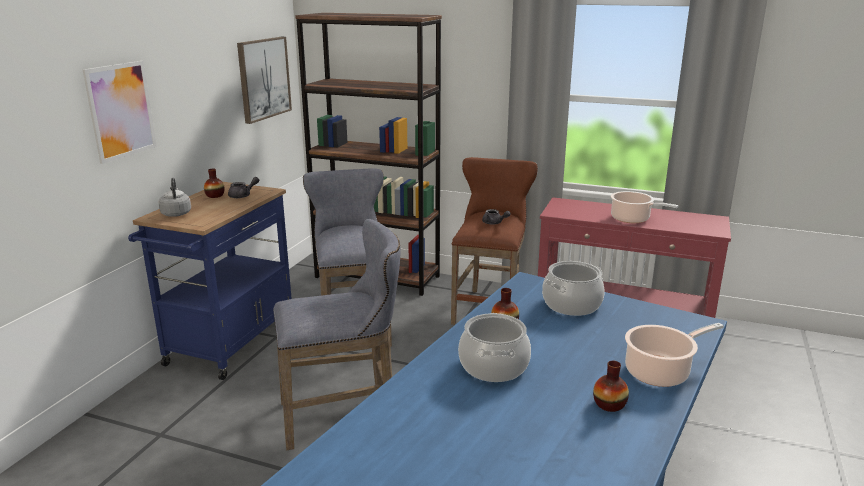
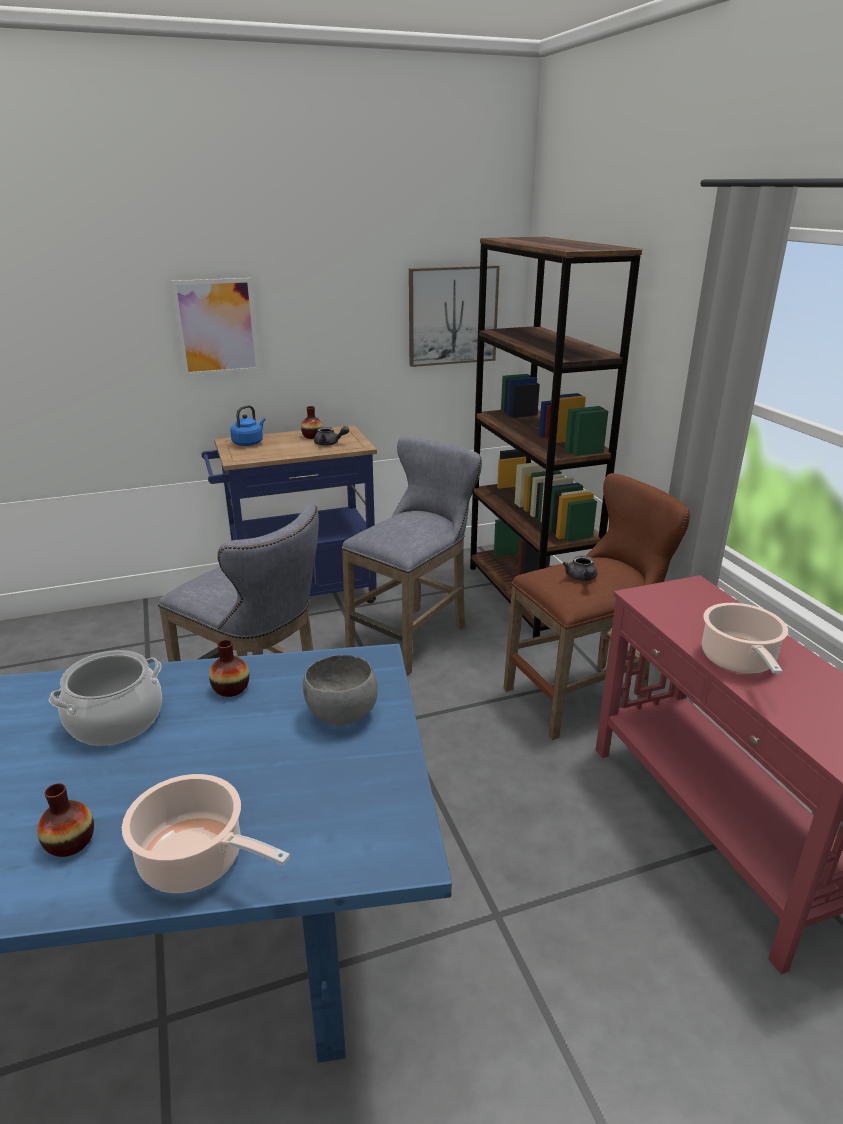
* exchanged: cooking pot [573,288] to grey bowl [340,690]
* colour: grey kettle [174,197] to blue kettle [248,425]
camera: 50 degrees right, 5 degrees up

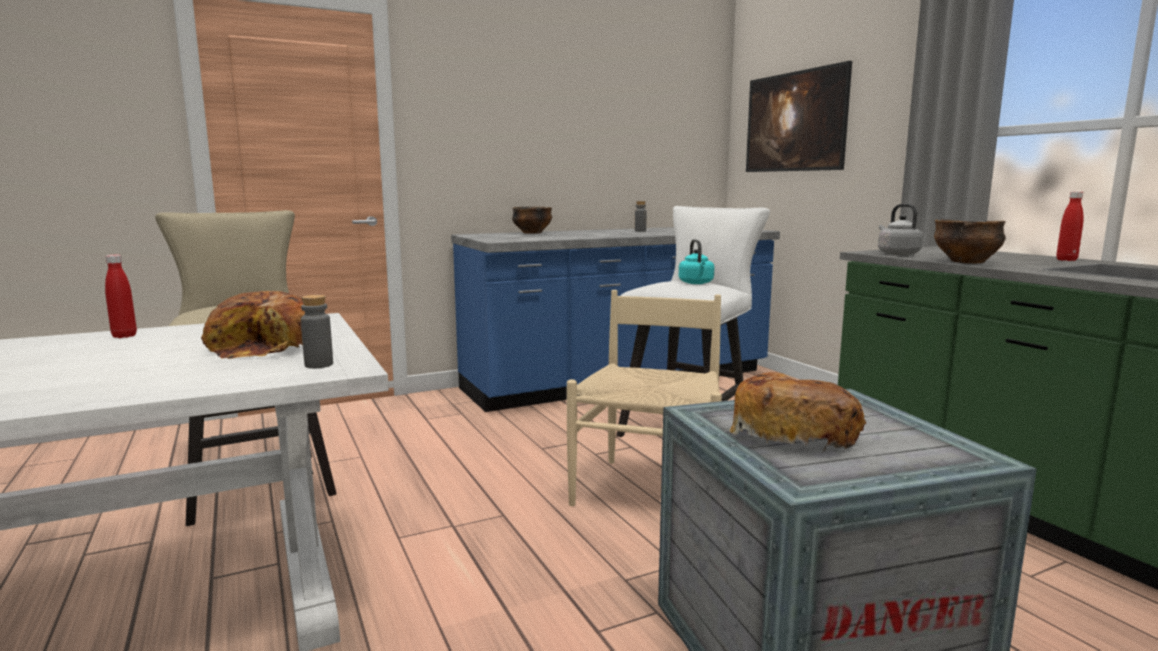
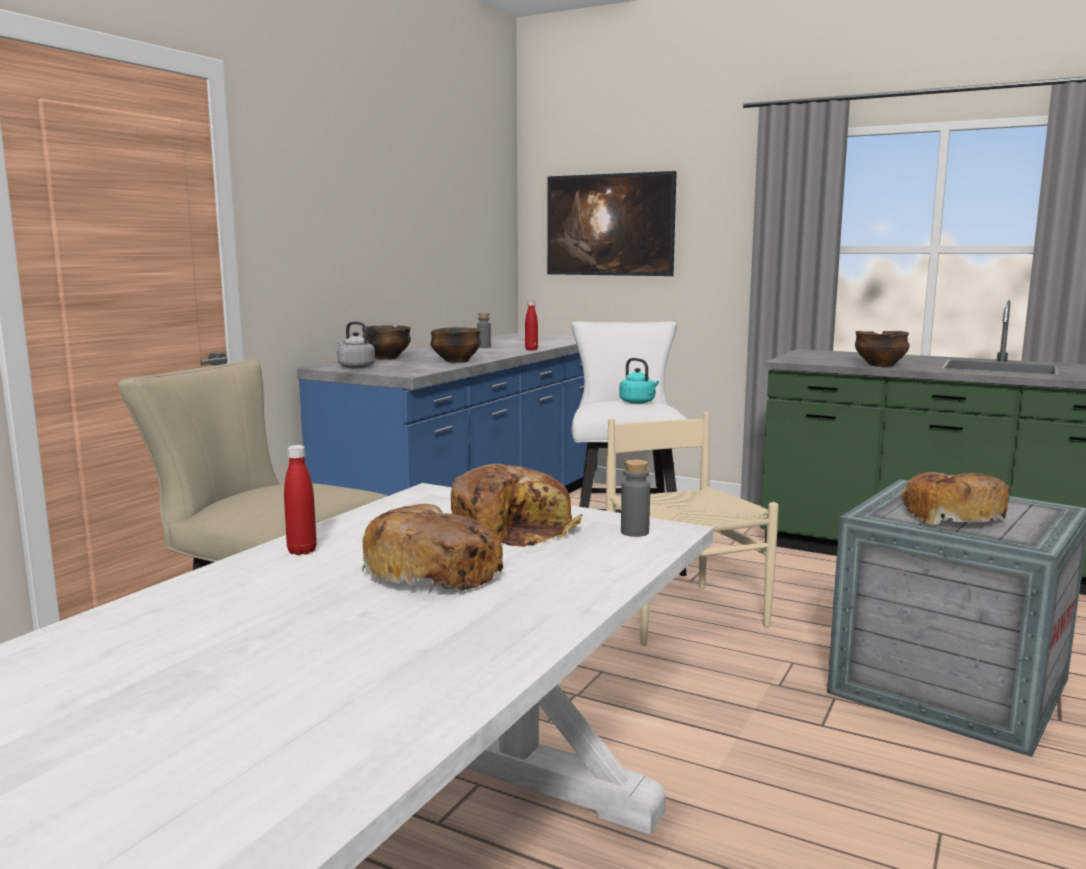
* appeared: bread [432,548]
* appeared: bowl [455,345]
* relocated: grey kettle [900,229] to [356,344]
* relocated: red bottle [1069,226] to [531,326]
camera: 35 degrees left, 0 degrees up

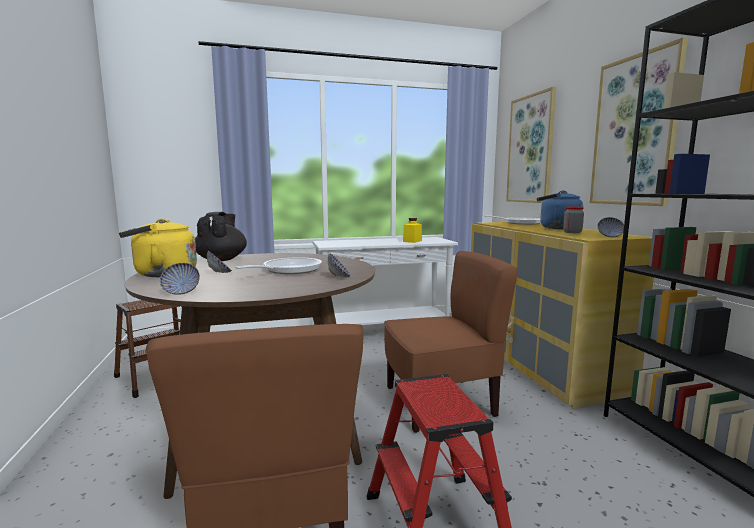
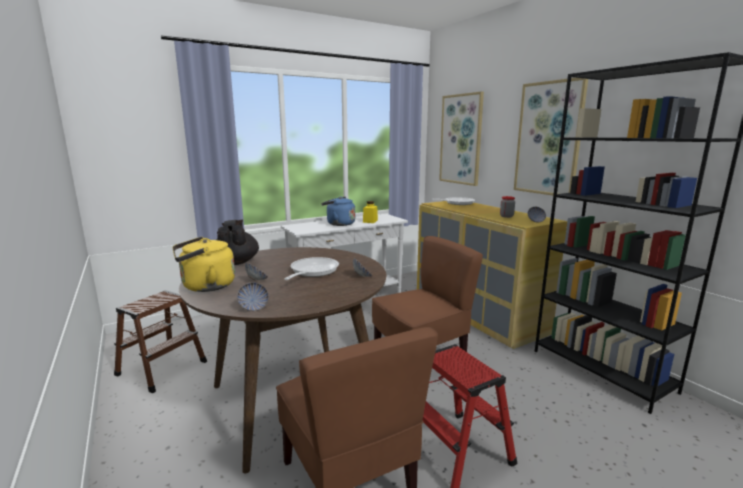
* relocated: blue kettle [560,209] to [338,211]
camera: 15 degrees left, 5 degrees up

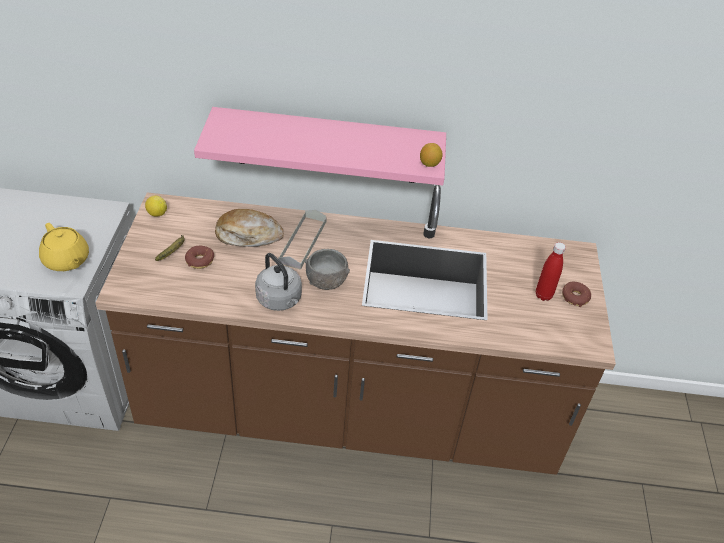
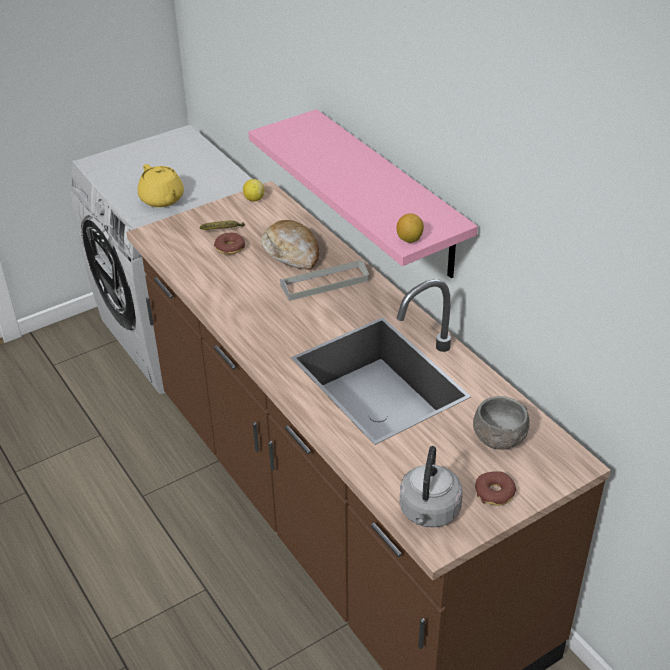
* missing: red bottle [551,271]
* relocated: grey kettle [278,282] to [431,486]
* relocated: grey bowl [327,269] to [501,423]
* spun: yellow teapot [64,247] = [161,185] 45 degrees counterclockwise
camera: 55 degrees right, 5 degrees down

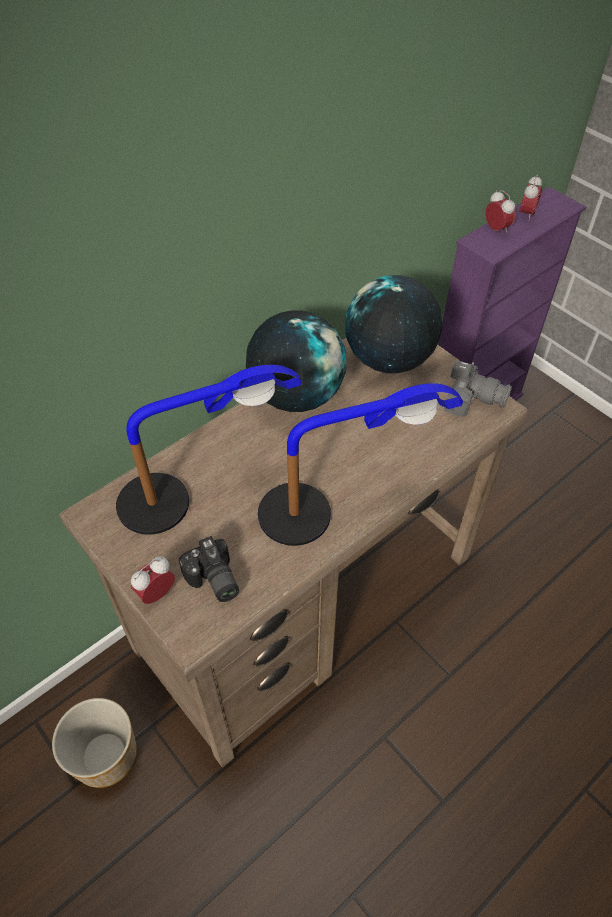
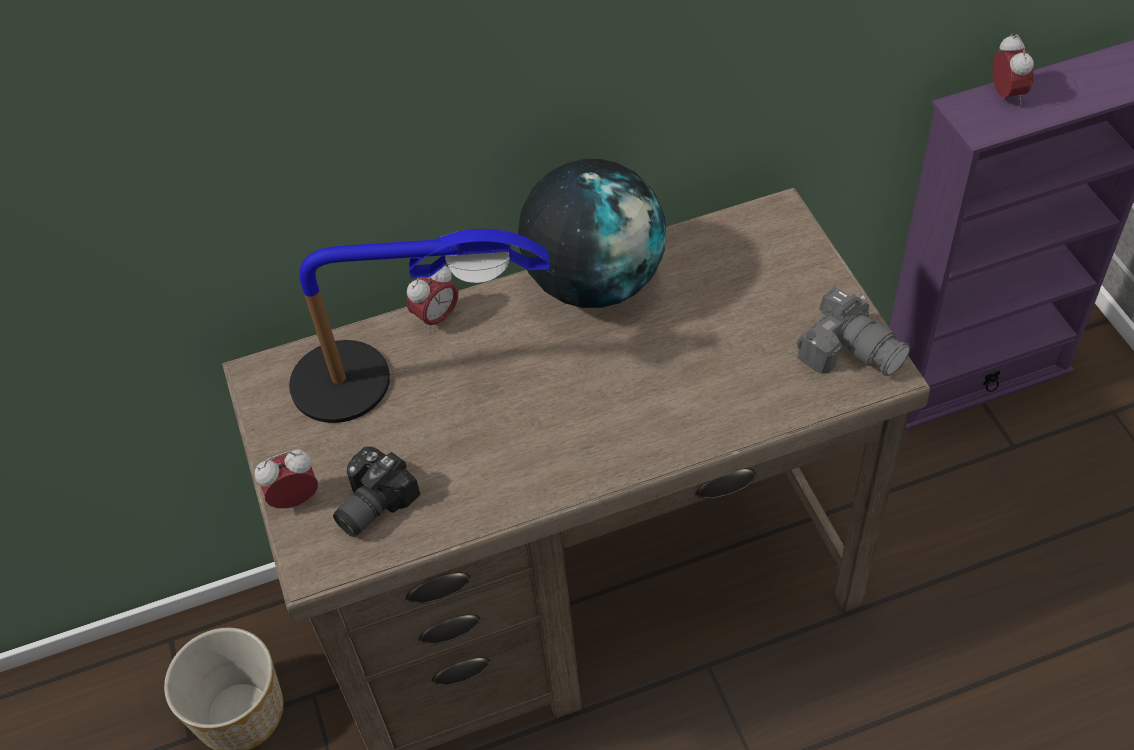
* missing: table lamp [360,464]
* missing: globe [393,324]
* relocated: alarm clock [531,197] to [432,299]
* spun: photo camera [209,569] = [376,492] 45 degrees clockwise
camera: 25 degrees right, 0 degrees up

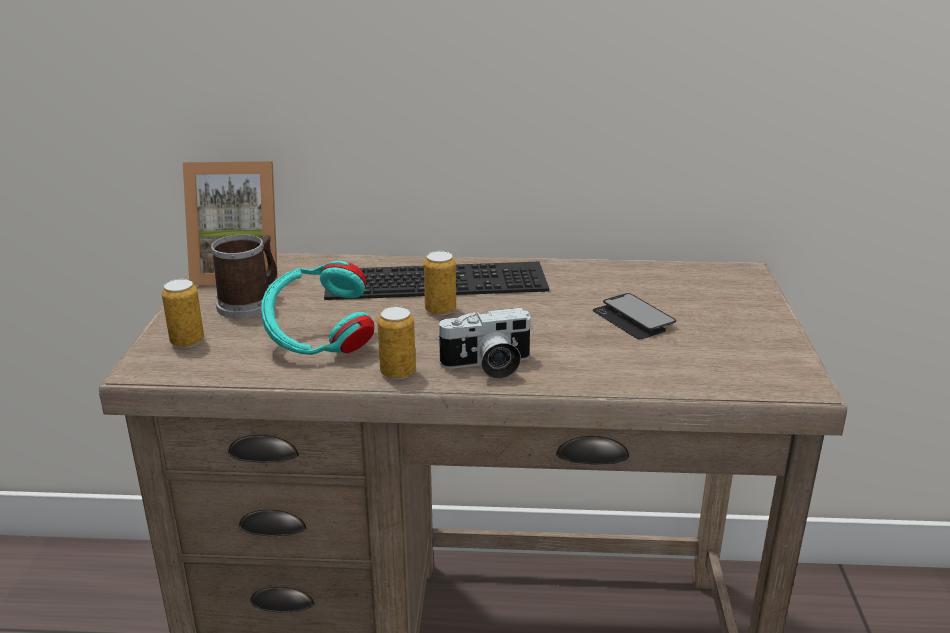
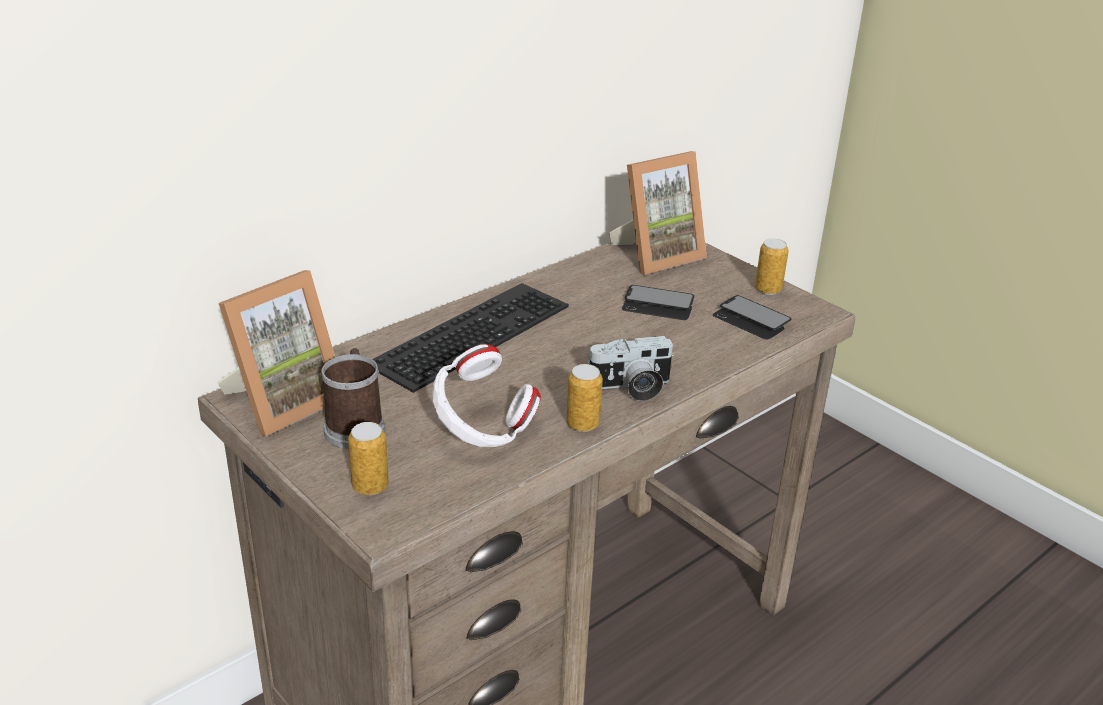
* appeared: picture frame [658,213]
* appeared: phone [752,317]
* relocated: can [440,283] to [772,266]
* colour: turquoise headphones [317,308] to white headphones [486,395]
* spun: photo camera [484,343] = [630,368] 45 degrees clockwise
camera: 45 degrees left, 5 degrees up

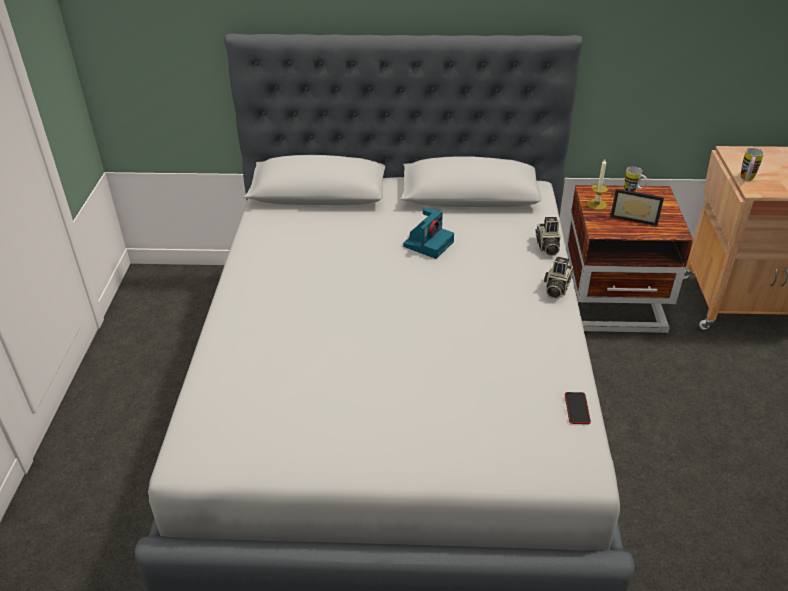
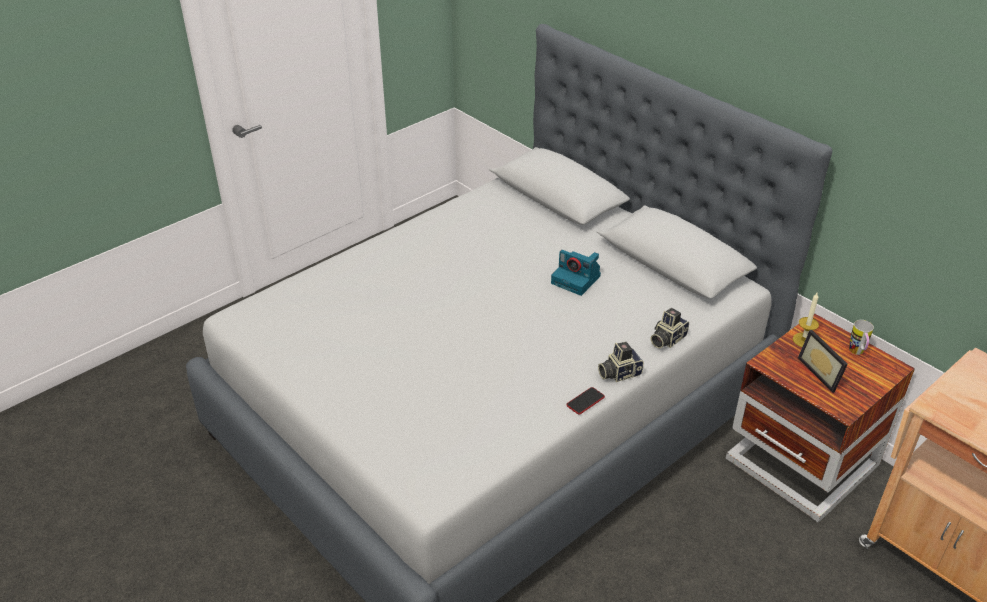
* missing: mug [752,164]
* relocated: phone [578,408] to [585,401]
* spun: photo camera [428,233] = [576,273] 45 degrees clockwise
camera: 45 degrees right, 0 degrees up

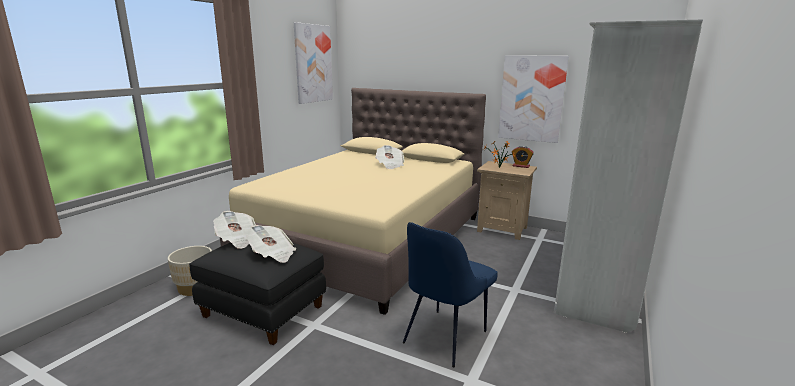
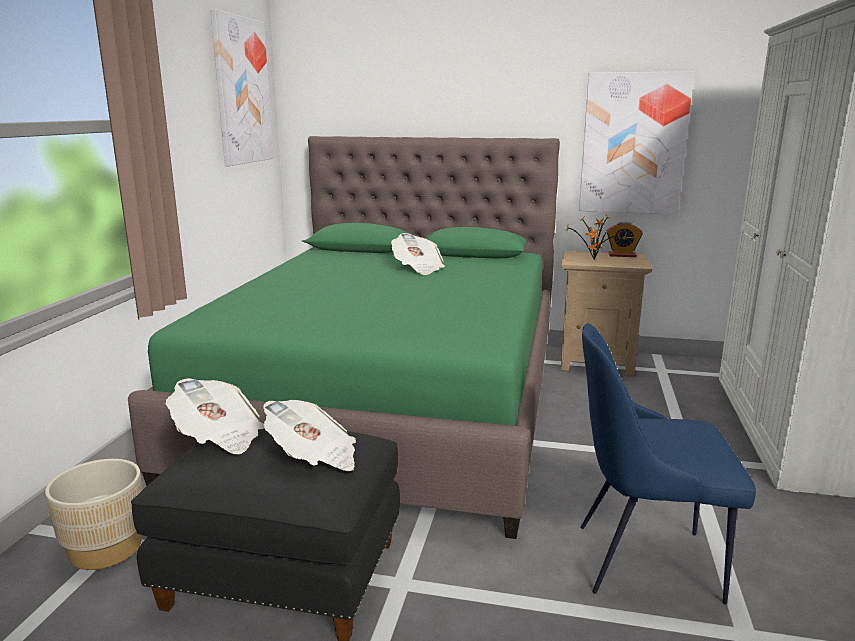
* colour: beige bed [353,201] to green bed [344,337]
* spun: blue chair [450,294] = [668,464] 75 degrees clockwise
camera: 15 degrees left, 0 degrees up

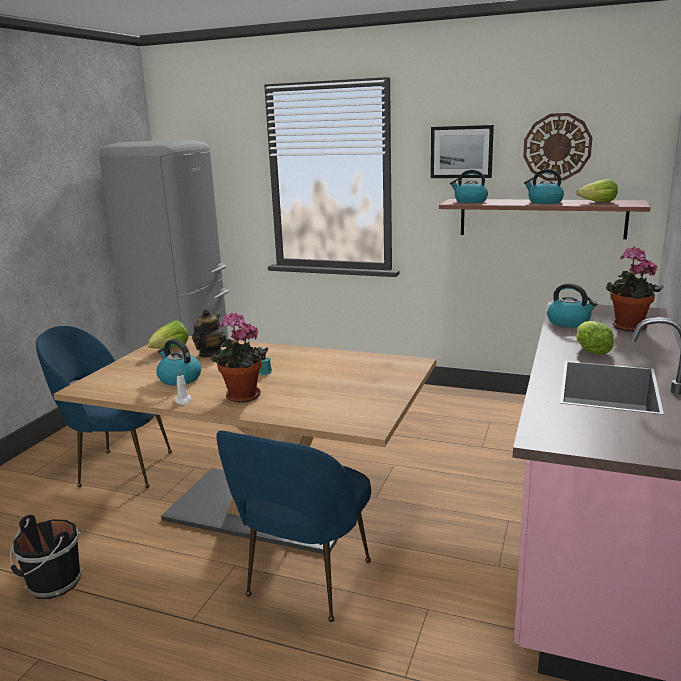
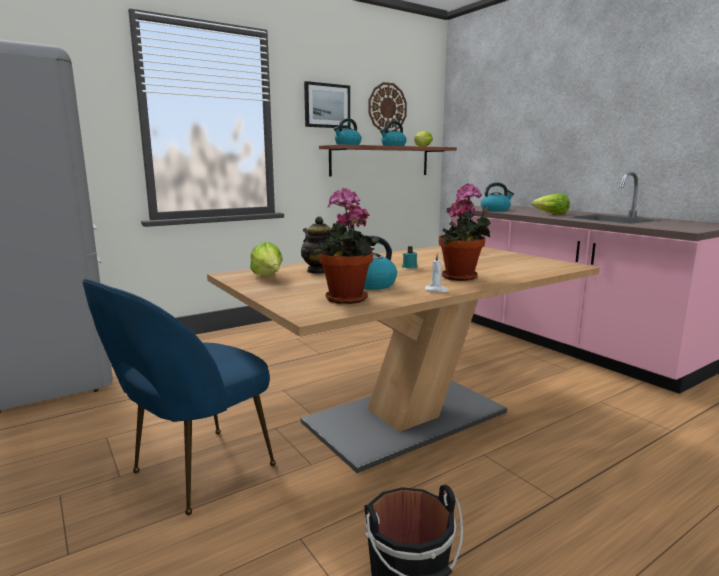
* missing: blue chair [293,526]
* relocated: potted plant [635,289] to [344,245]
camera: 55 degrees left, 5 degrees down

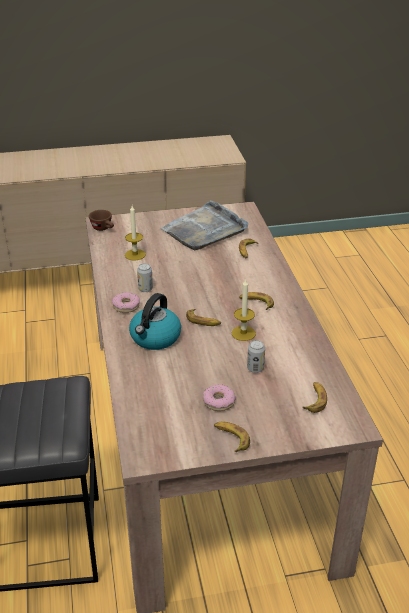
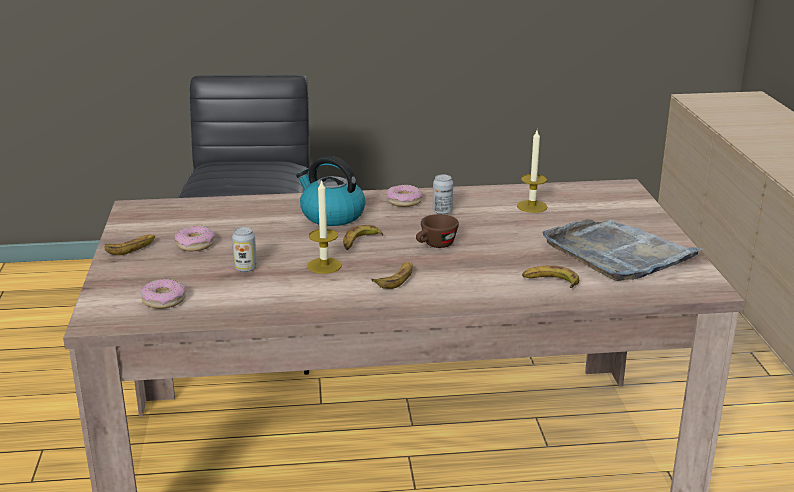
* relocated: brown cup [101,220] to [437,231]
* exchanged: banana [314,397] to donut [163,294]
camera: 95 degrees right, 10 degrees down

